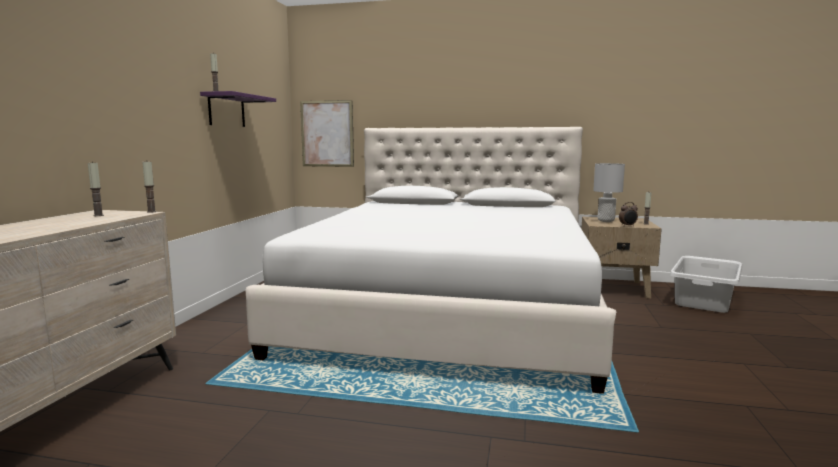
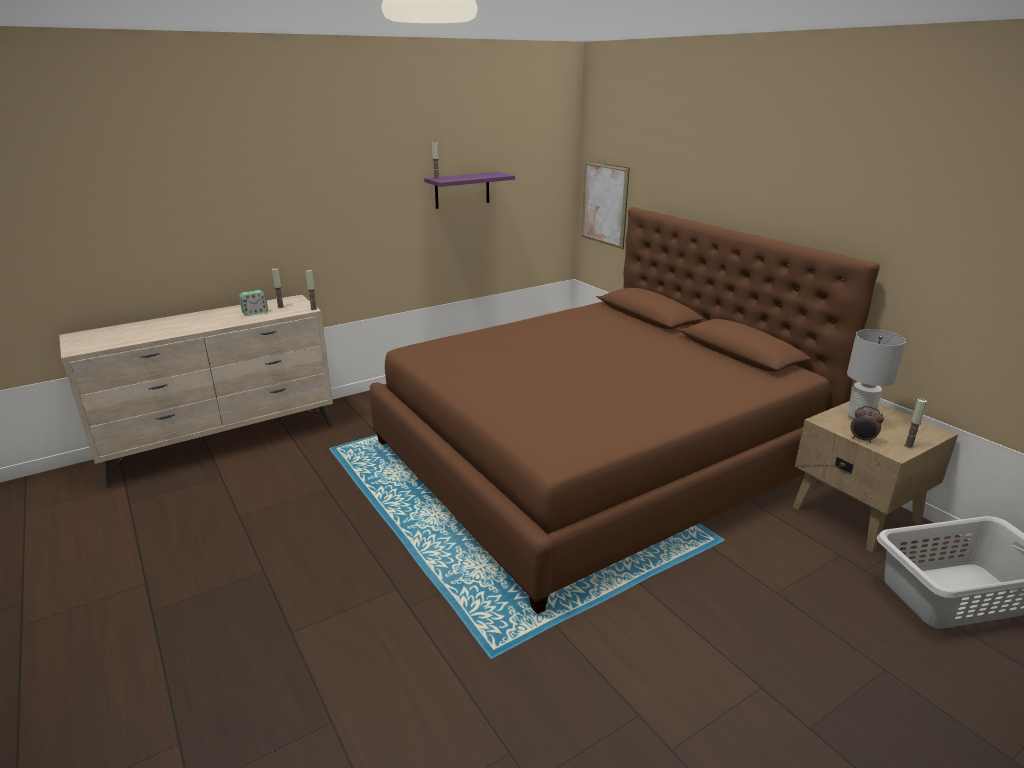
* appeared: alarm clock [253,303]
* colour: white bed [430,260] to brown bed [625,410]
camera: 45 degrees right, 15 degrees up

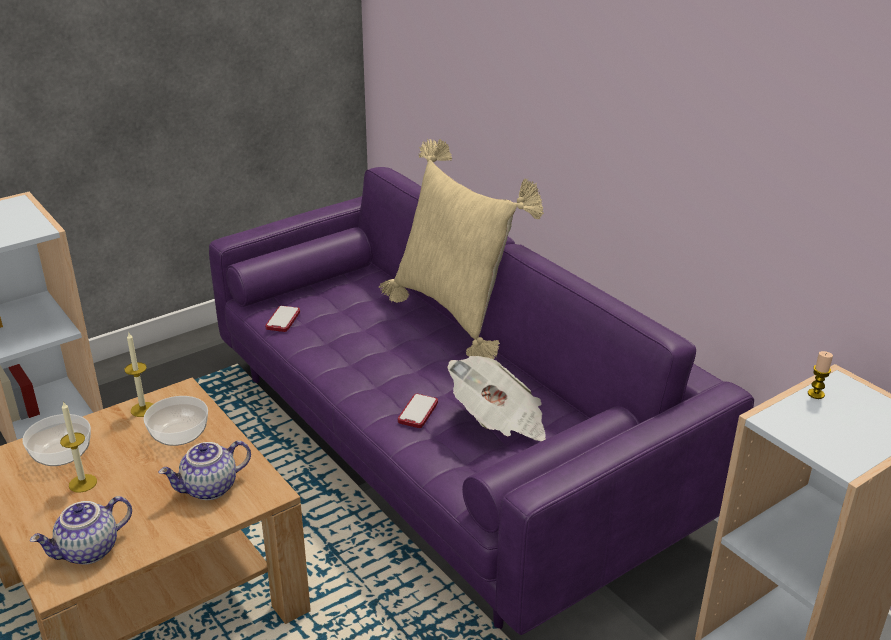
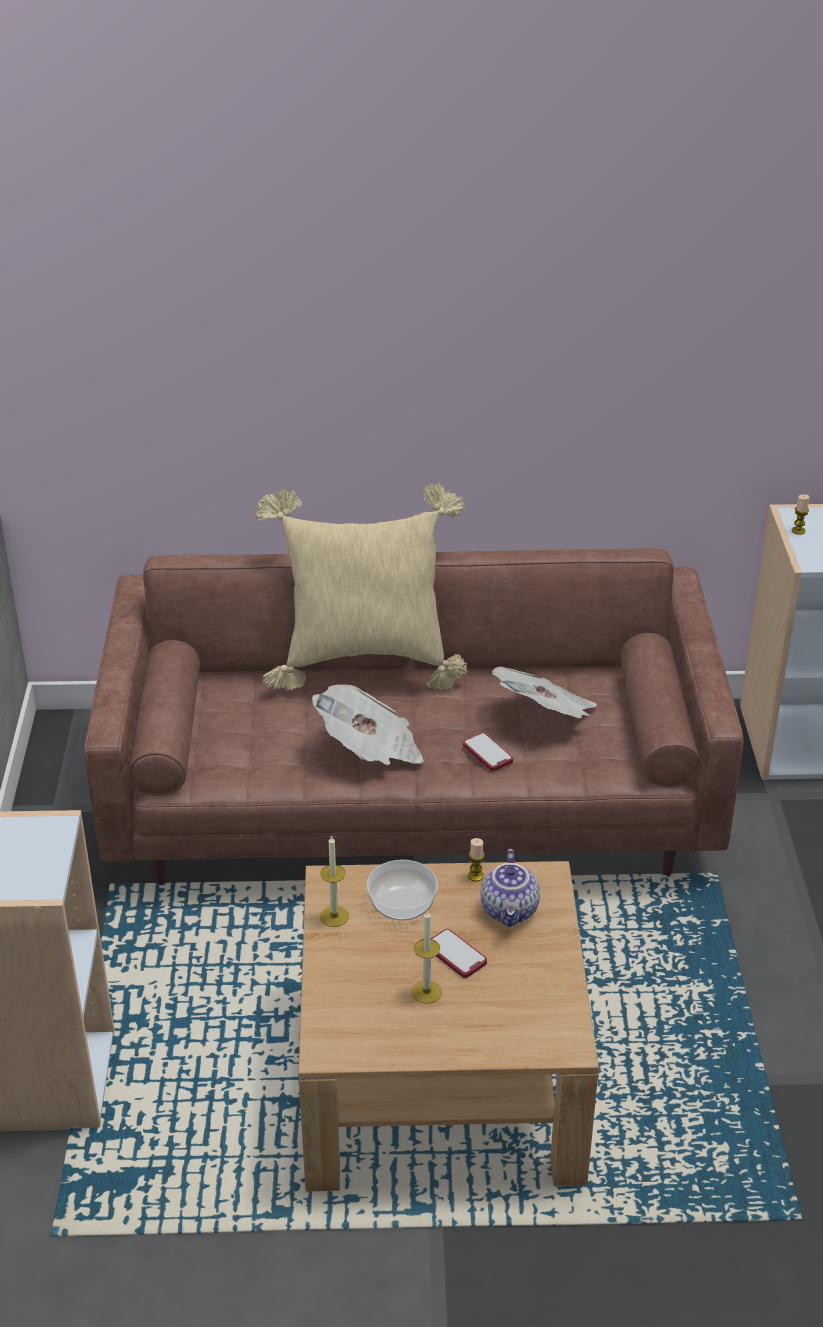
* missing: bowl [56,440]
* missing: teapot [81,530]
* appeared: newspaper [368,724]
* appeared: candle [476,860]
* relocated: phone [282,319] to [459,953]
* colour: purple sofa [481,401] to brown sofa [414,716]
camera: 55 degrees left, 5 degrees up

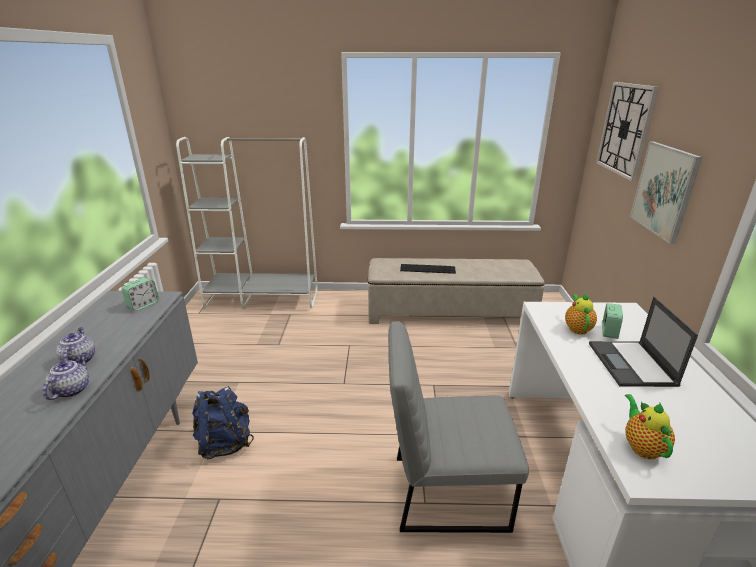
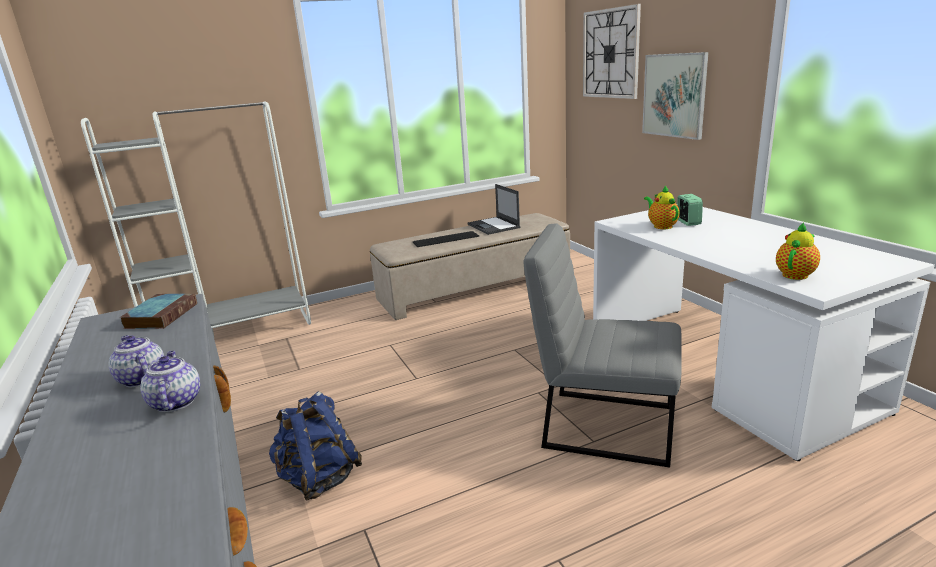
* relocated: laptop [643,342] to [493,209]
* exchanged: alarm clock [140,294] to book [158,311]
* spun: grey chair [458,427] = [602,345] 45 degrees clockwise
* spun: teapot [650,426] = [798,251] 75 degrees clockwise
camera: 25 degrees left, 5 degrees down

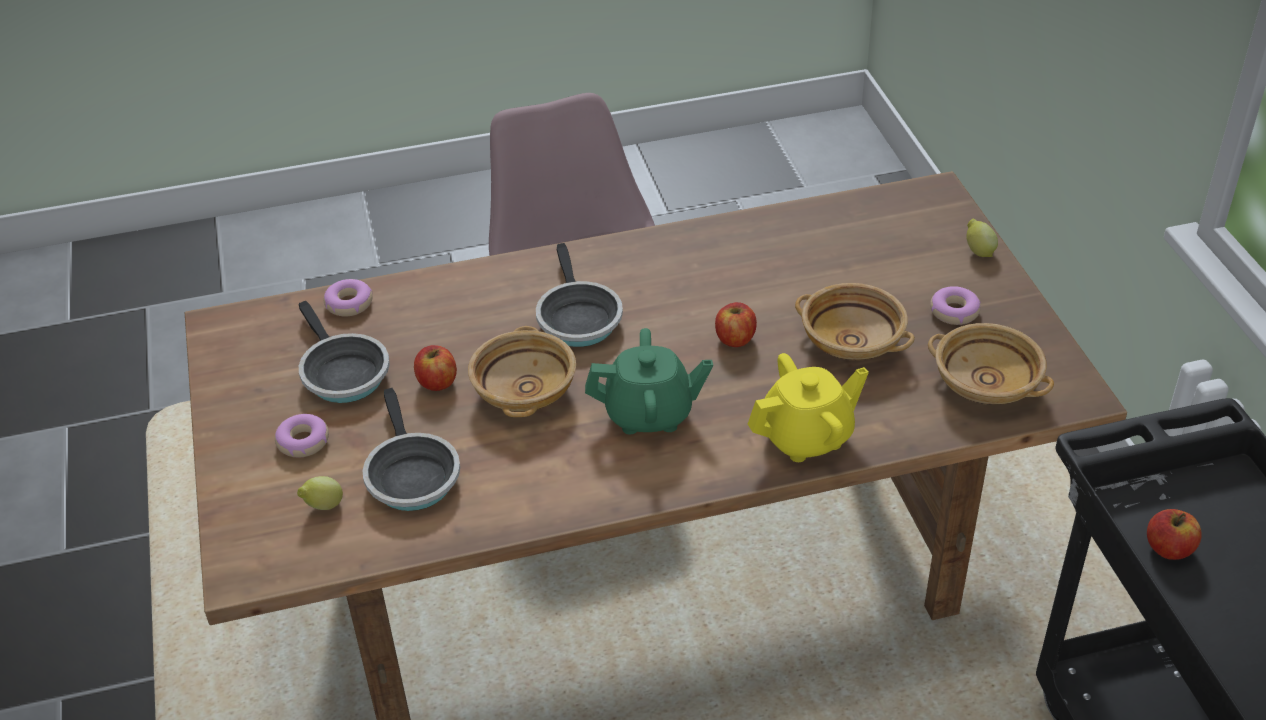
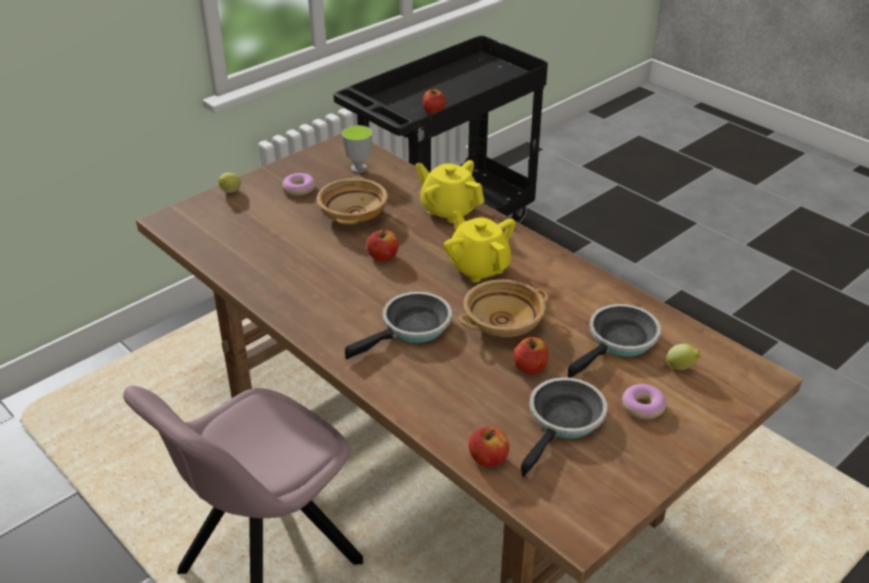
* exchanged: donut [348,297] to apple [489,447]
* exchanged: beige bowl [991,364] to cup [357,149]
* colour: green teapot [649,381] to yellow teapot [479,246]
camera: 120 degrees left, 5 degrees down

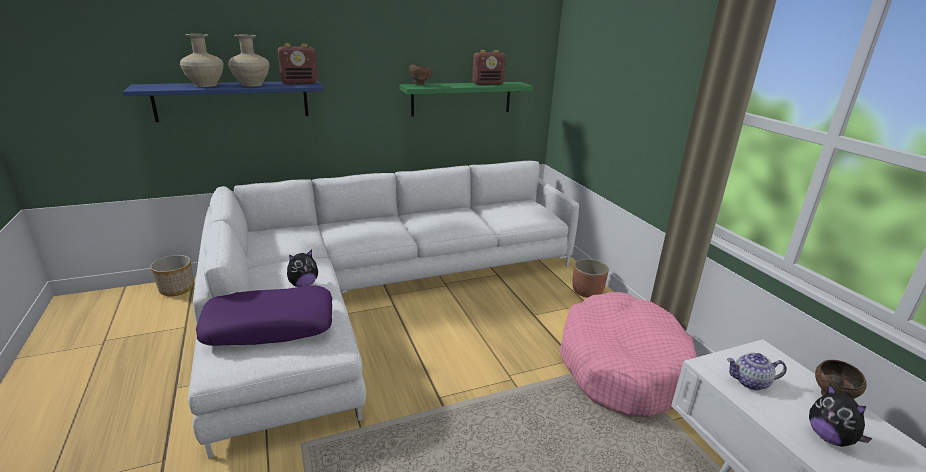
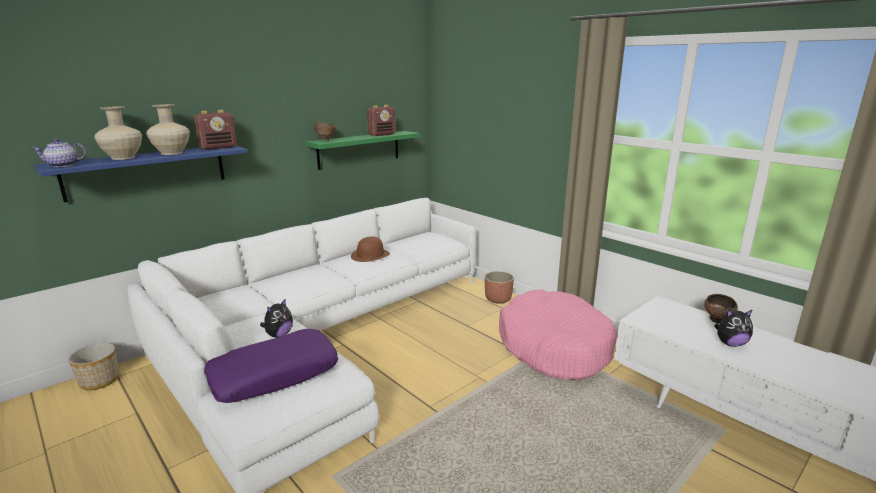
* appeared: brown hat [370,249]
* relocated: teapot [757,371] to [58,153]
* spun: plush toy [840,415] = [733,328] 45 degrees counterclockwise
camera: 20 degrees left, 5 degrees down

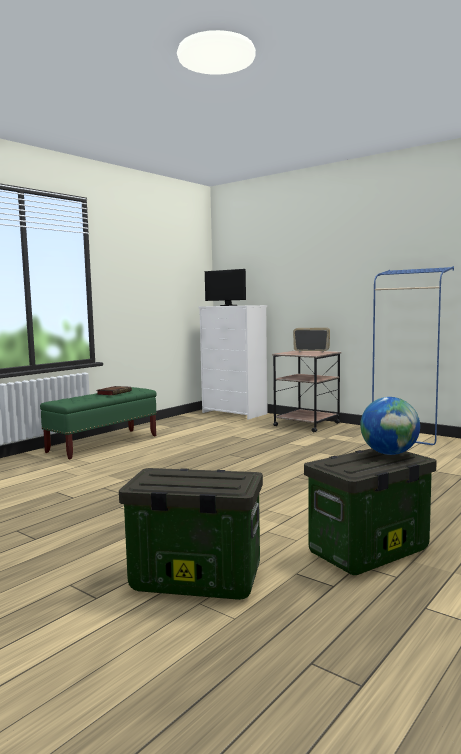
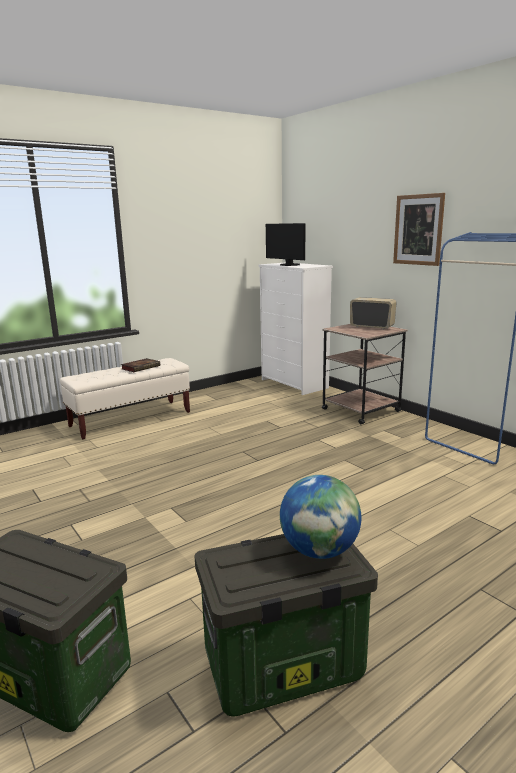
* appeared: picture [419,229]
* colour: green bench [98,423] to beige bench [125,398]
camera: 15 degrees right, 10 degrees up

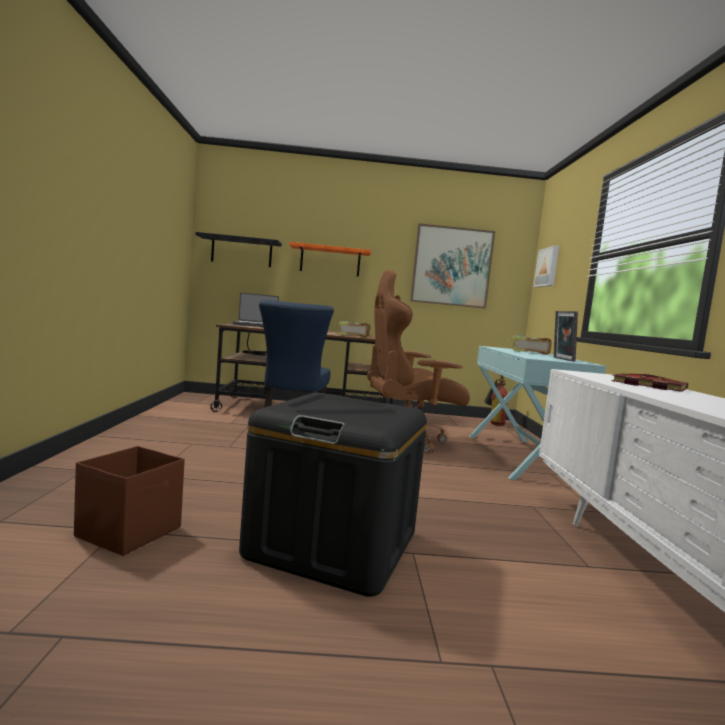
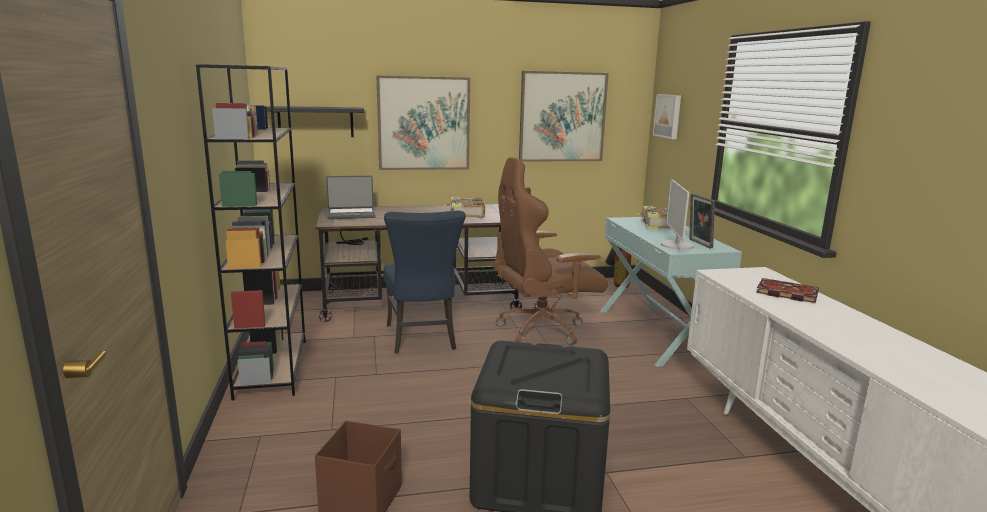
* appeared: beige bookcase [251,232]
* appeared: monitor [677,214]
* exchanged: orange shelf [330,259] to picture [423,123]
camera: 10 degrees left, 10 degrees up

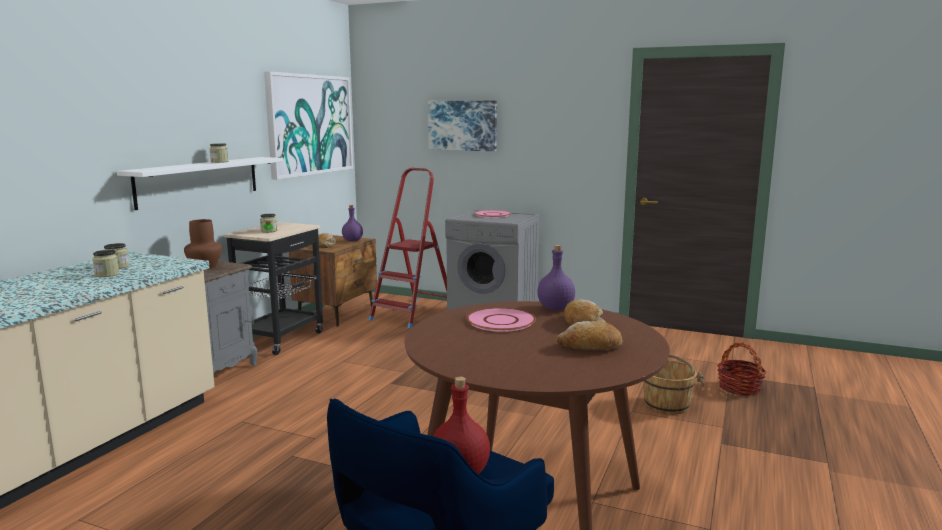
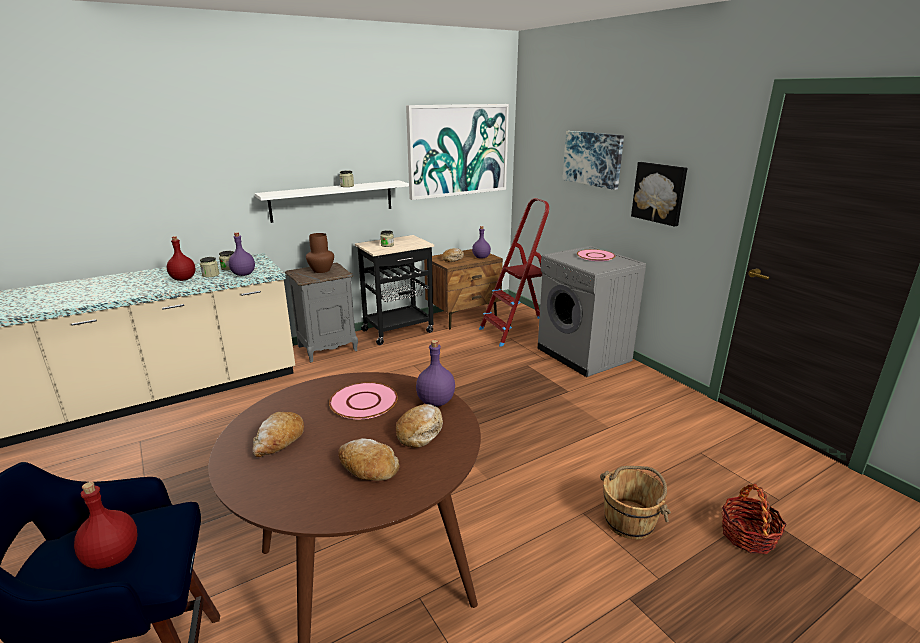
* appeared: red bottle [181,258]
* appeared: purple bottle [242,254]
* appeared: bread [278,434]
* appeared: picture [659,194]
camera: 35 degrees right, 10 degrees up

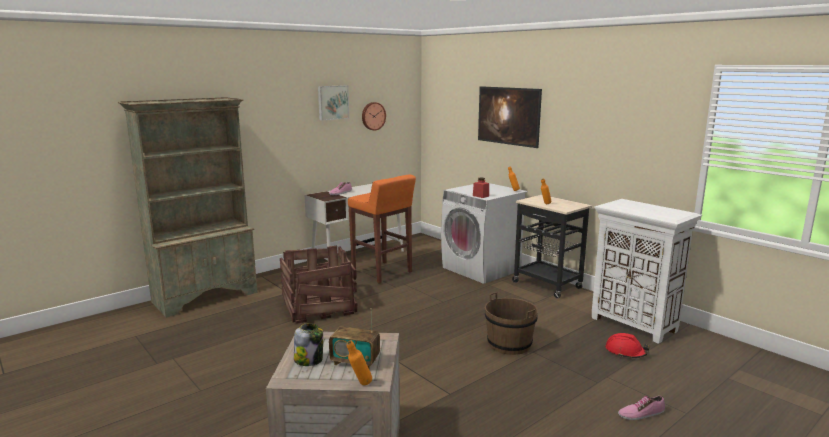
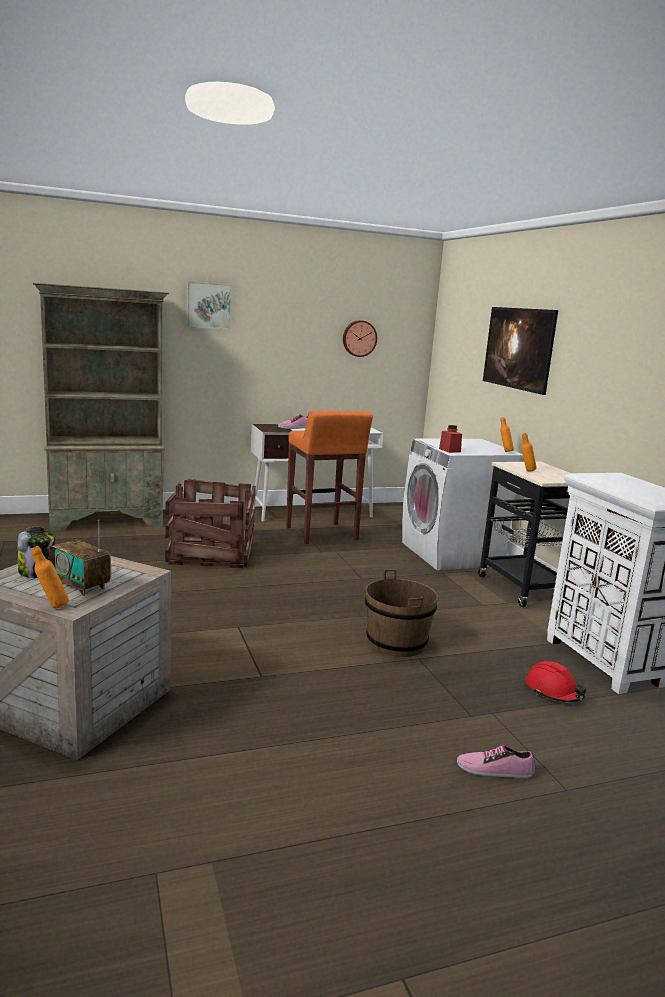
* relocated: picture [333,102] to [209,305]
camera: 20 degrees right, 0 degrees up

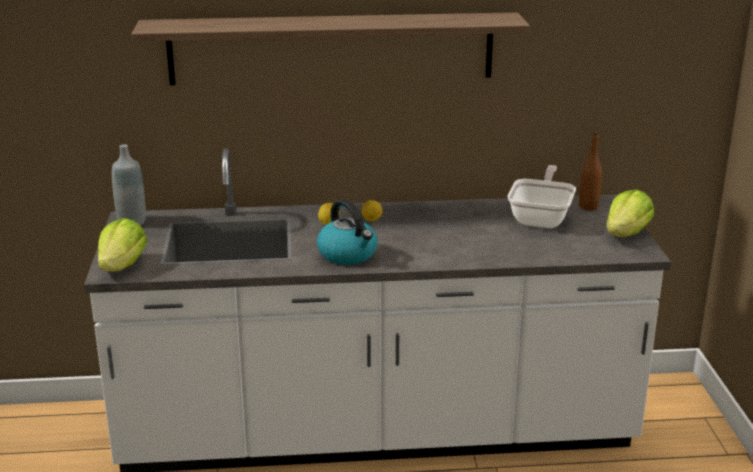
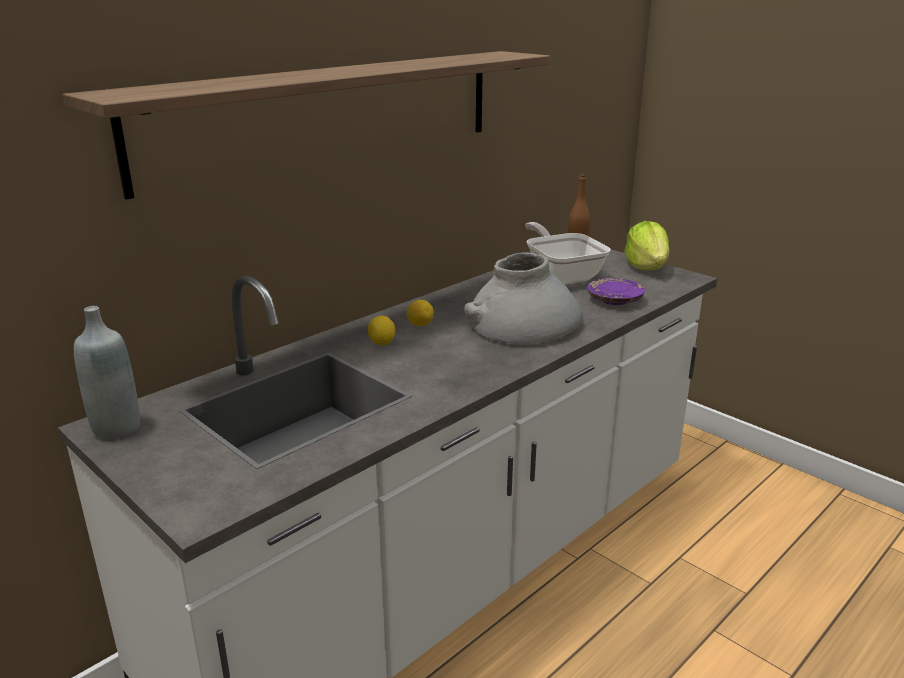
* missing: lettuce [122,245]
* missing: kettle [347,232]
* appeared: grey vase [523,298]
* appeared: purple plate [616,291]
camera: 40 degrees left, 0 degrees up

